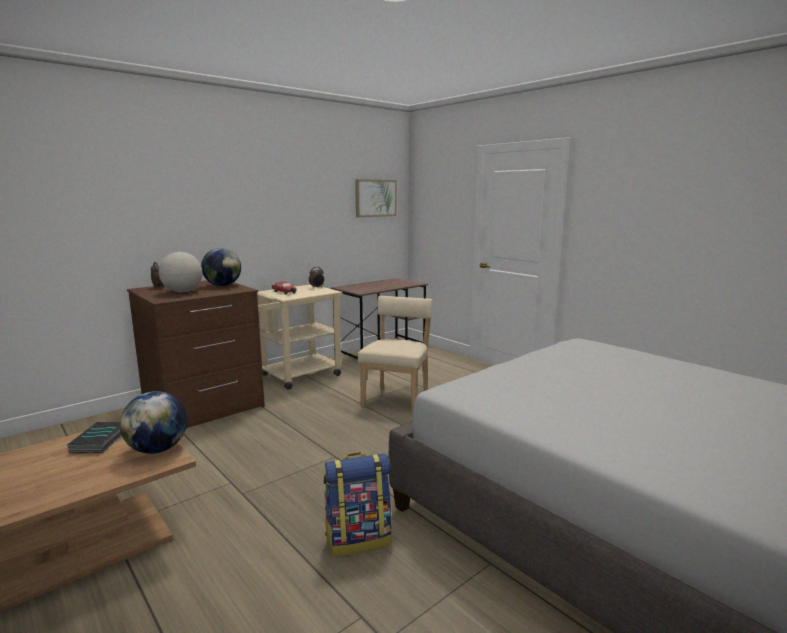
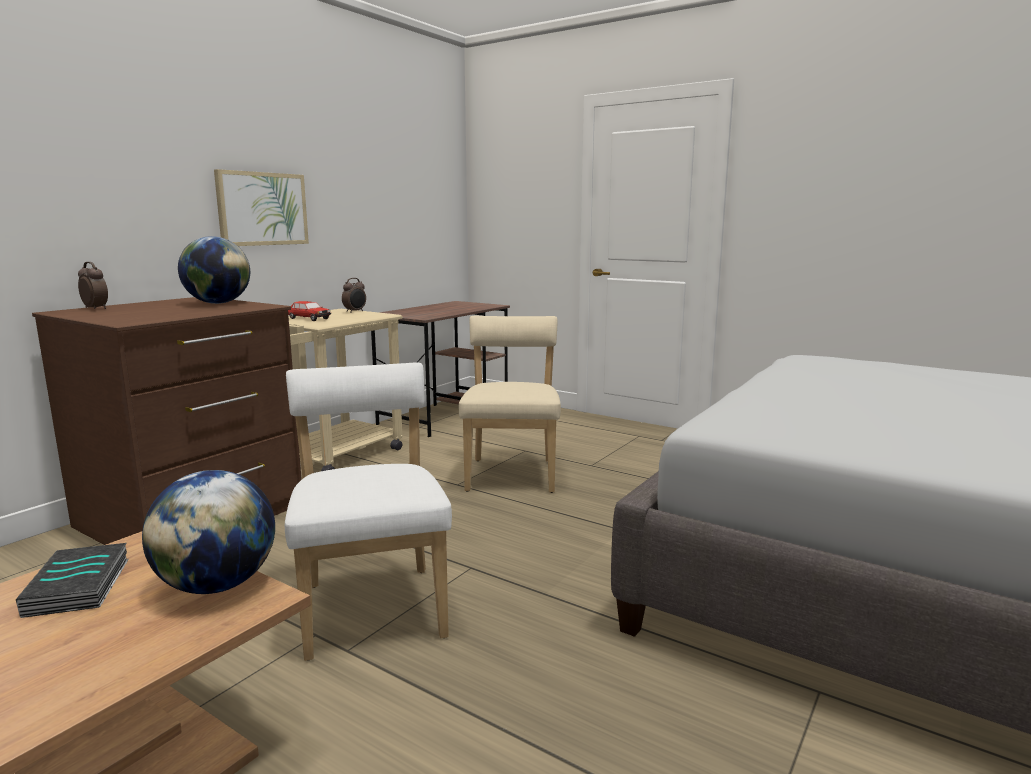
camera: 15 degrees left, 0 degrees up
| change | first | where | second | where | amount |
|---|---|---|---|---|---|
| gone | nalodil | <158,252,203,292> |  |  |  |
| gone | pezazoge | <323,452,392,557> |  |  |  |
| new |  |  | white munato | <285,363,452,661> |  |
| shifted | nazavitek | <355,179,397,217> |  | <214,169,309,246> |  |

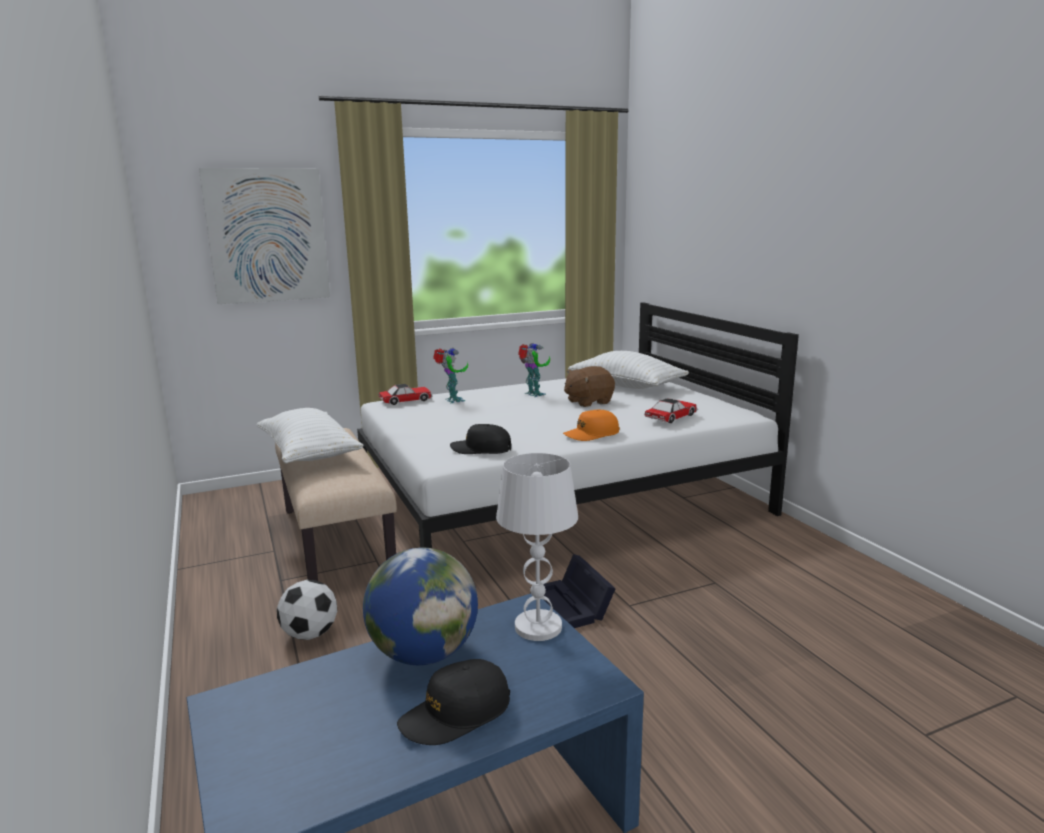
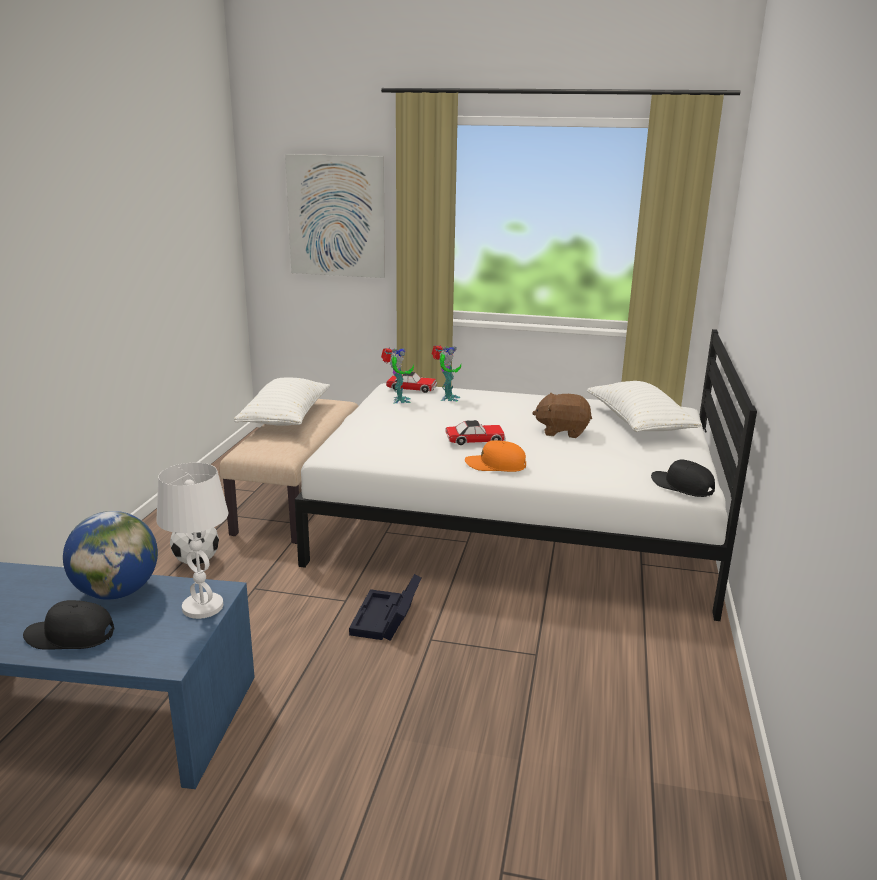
camera: 35 degrees right, 5 degrees up
| change | first | where | second | where | amount |
|---|---|---|---|---|---|
| shifted | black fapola | <450,424,511,454> |  | <651,460,715,497> |  |
| shifted | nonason | <518,343,550,397> |  | <381,348,414,403> |  |
| shifted | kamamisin | <645,399,697,423> |  | <445,420,506,445> |  |

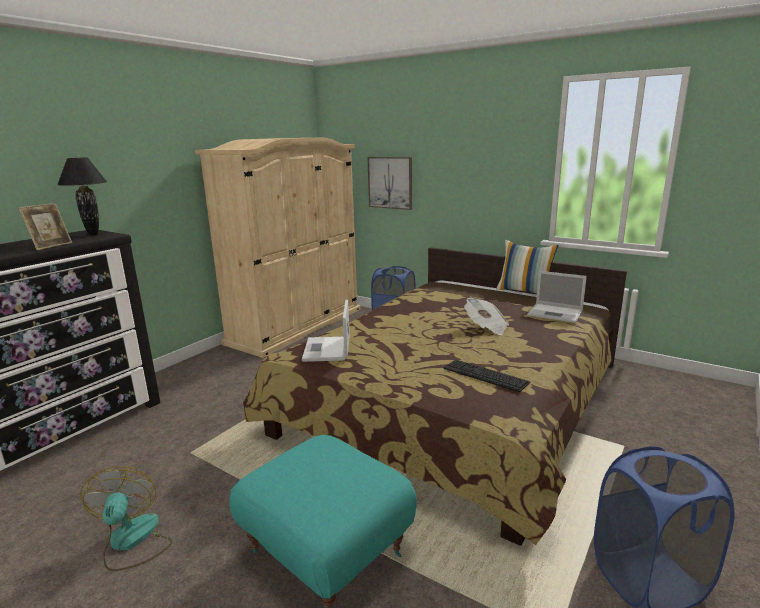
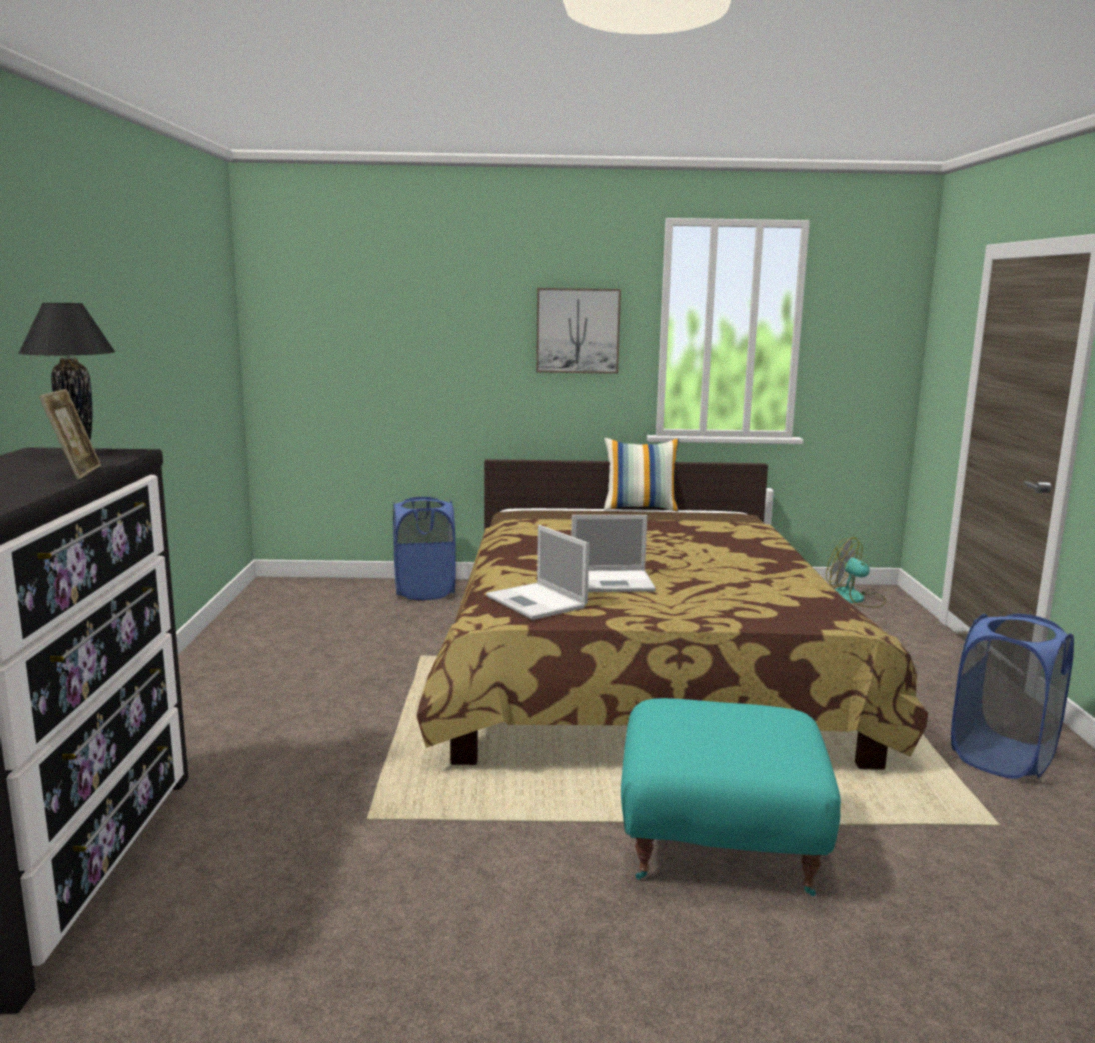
camera: 35 degrees left, 5 degrees down
| change | first | where | second | where | amount |
|---|---|---|---|---|---|
| gone | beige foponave | <195,138,361,358> |  |  |  |
| gone | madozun | <443,360,530,392> |  |  |  |
| gone | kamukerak | <464,298,509,335> |  |  |  |
| shifted | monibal | <80,466,172,571> |  | <826,537,886,608> |  |
| shifted | nazavitek | <367,157,412,210> |  | <536,288,621,374> |  |
| shifted | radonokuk | <527,271,587,323> |  | <571,515,656,592> |  |

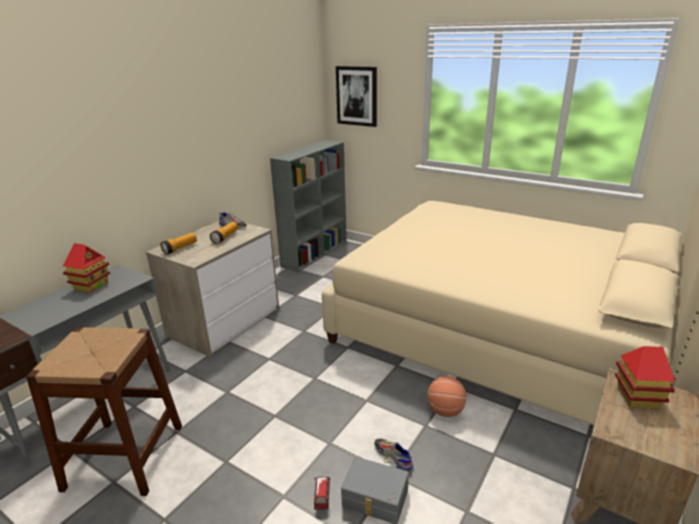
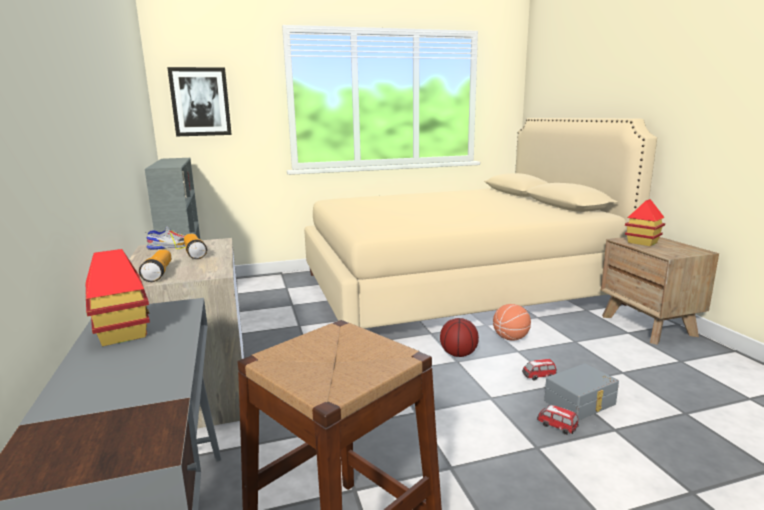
camera: 50 degrees left, 10 degrees down
| change | first | where | second | where | amount |
|---|---|---|---|---|---|
| new |  |  | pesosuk | <440,318,479,357> |  |
| swapped | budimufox | <374,439,413,471> | kamamisin | <522,359,557,381> |  |

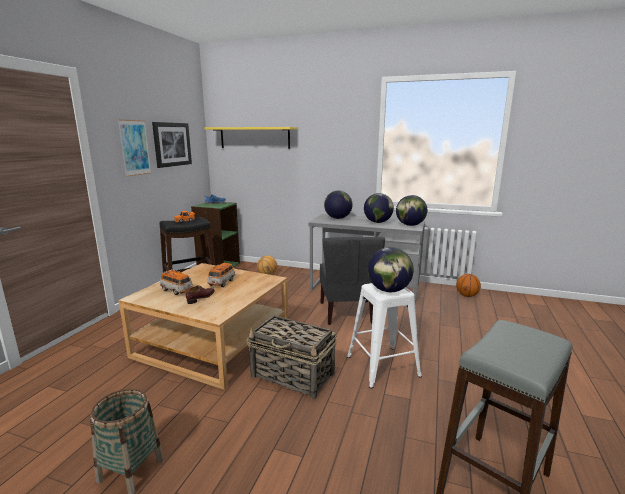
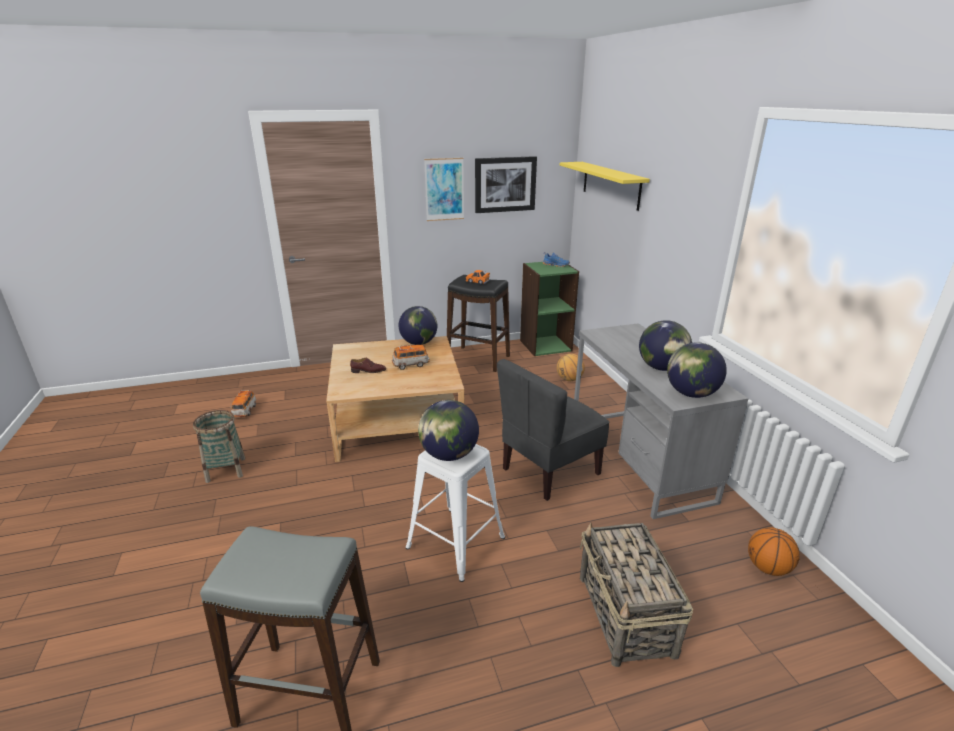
camera: 55 degrees right, 10 degrees up
| change | first | where | second | where | amount |
|---|---|---|---|---|---|
| shifted | kamamisin | <160,269,193,295> |  | <230,390,256,417> |  |
| shifted | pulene | <246,316,337,399> |  | <580,523,693,667> |  |
| shifted | nalodil | <324,191,353,219> |  | <399,306,437,345> |  |

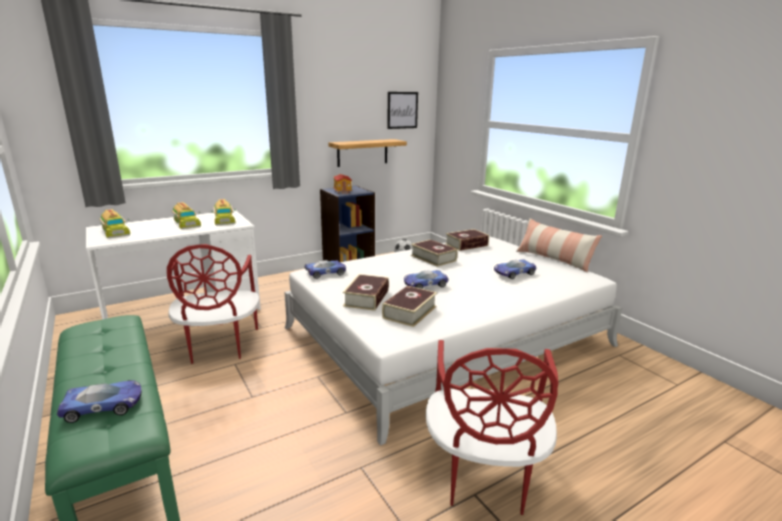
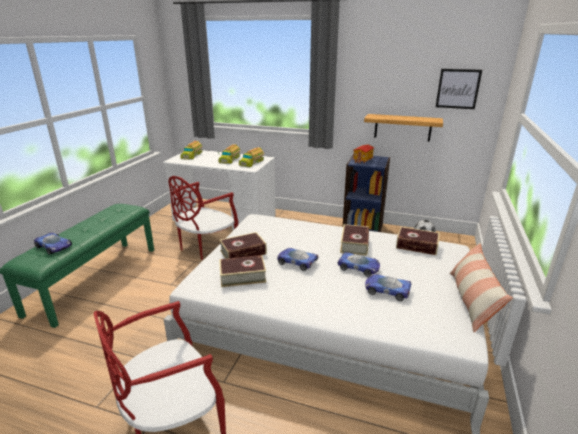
camera: 50 degrees right, 5 degrees up
| change | first | where | second | where | amount |
|---|---|---|---|---|---|
| shifted | kamamisin | <304,260,346,279> |  | <337,252,380,277> |  |

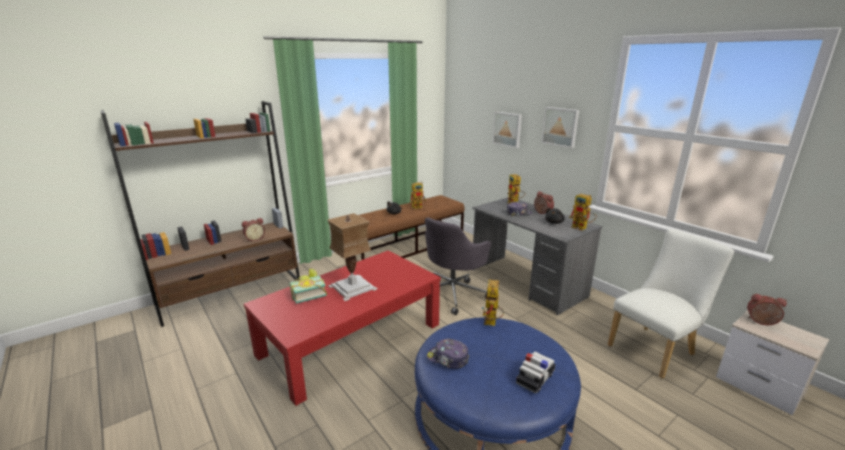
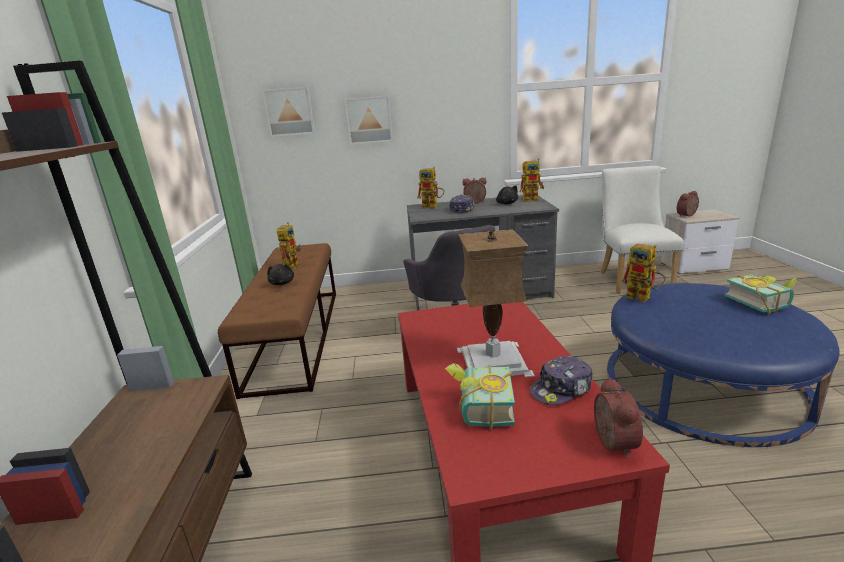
camera: 55 degrees left, 0 degrees up
| change | first | where | second | where | amount |
|---|---|---|---|---|---|
| shifted | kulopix | <242,218,265,242> |  | <594,377,643,458> |  |
| shifted | fapola | <427,339,469,369> |  | <530,356,592,405> |  |
| shifted | nazavitek | <541,107,579,148> |  | <262,87,315,137> |  |
| swapped | kamamisin | <516,352,556,394> | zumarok | <724,274,797,314> |  |

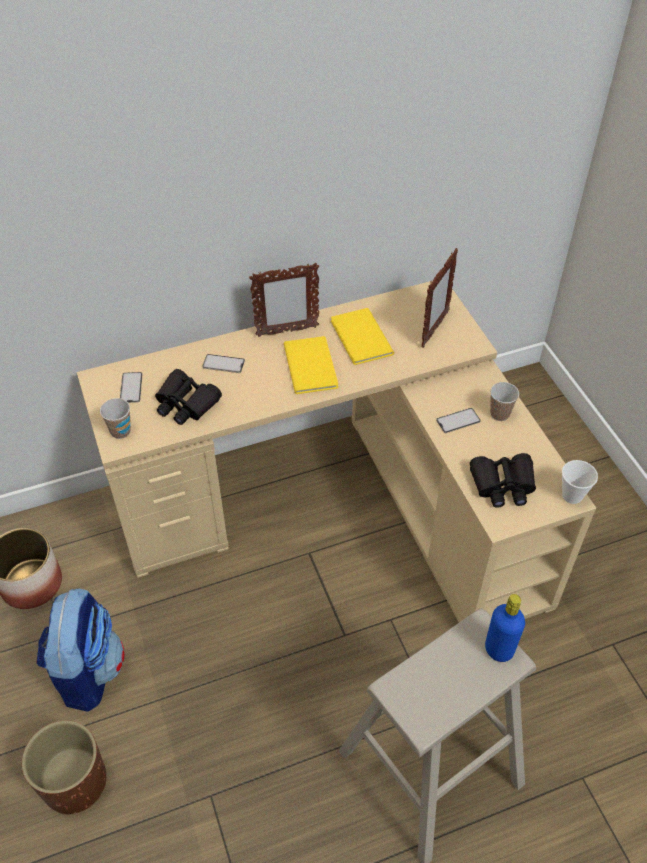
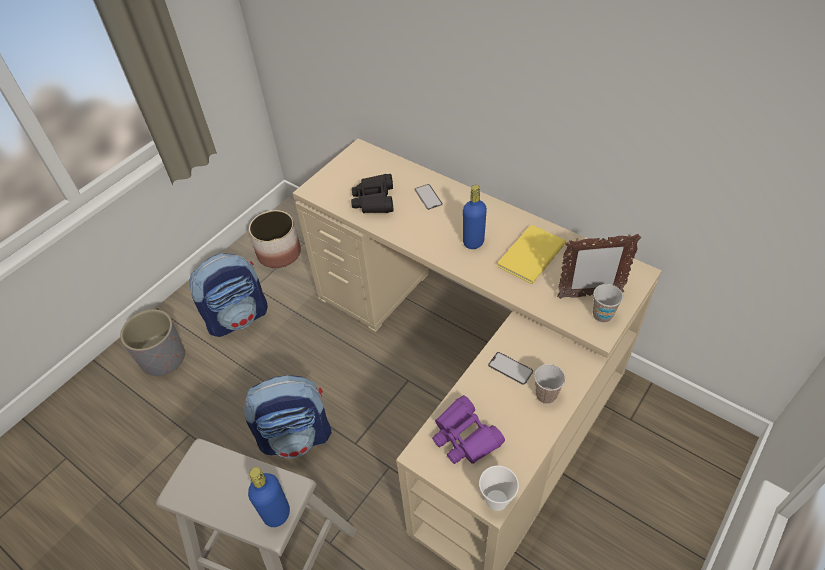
camera: 60 degrees right, 0 degrees up
| change | first | where | second | where | amount |
|---|---|---|---|---|---|
| gone | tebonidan | <120,372,142,403> |  |  |  |
| gone | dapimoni | <249,263,319,337> |  |  |  |
| new |  |  | pezazoge | <244,375,331,458> |  |
| shifted | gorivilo | <100,398,131,439> |  | <593,284,623,323> |  |
| swapped | yellow zumarok | <284,336,338,394> | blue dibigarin | <463,185,487,249> |  |
| repainted | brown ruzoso | <22,721,106,815> | grey ruzoso | <120,309,185,376> |  |
| repainted | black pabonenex | <470,453,536,508> | purple pabonenex | <432,395,505,464> |  |

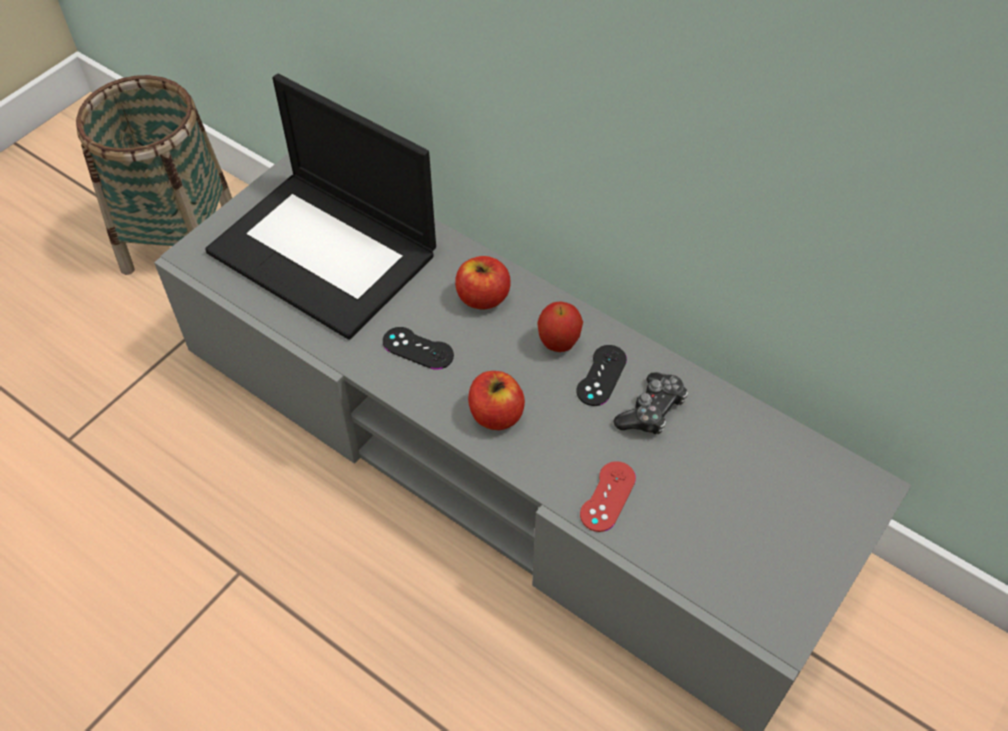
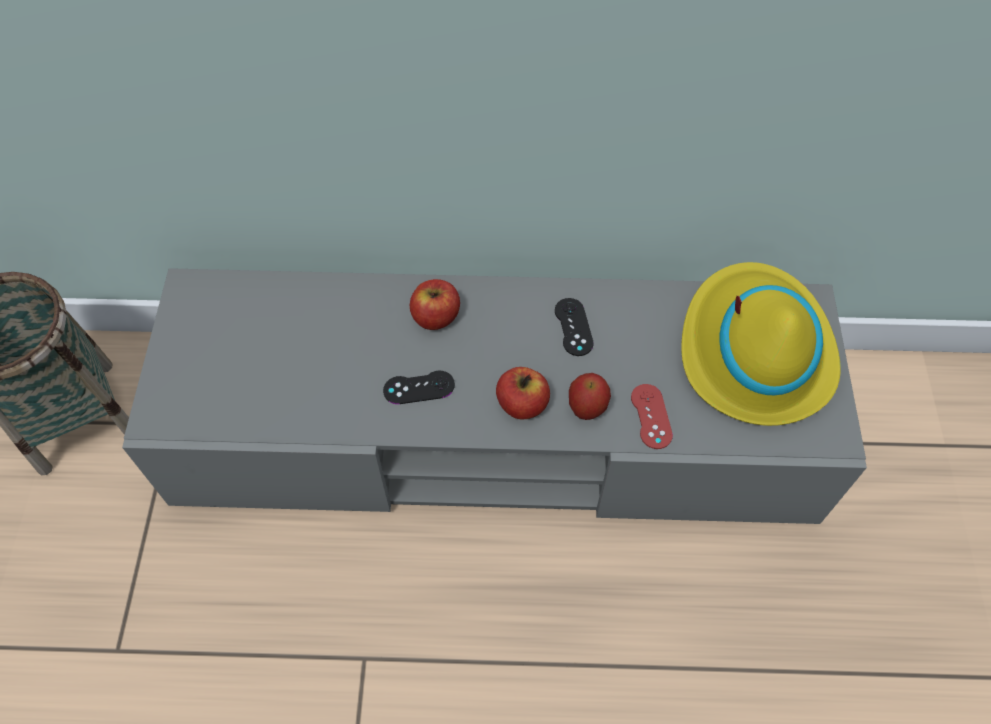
camera: 35 degrees left, 5 degrees up
| change | first | where | second | where | amount |
|---|---|---|---|---|---|
| gone | radonokuk | <205,74,436,340> |  |  |  |
| gone | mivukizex | <613,372,688,434> |  |  |  |
| new |  |  | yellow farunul | <681,262,840,426> |  |
| shifted | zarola | <537,301,583,352> |  | <569,373,611,420> |  |

